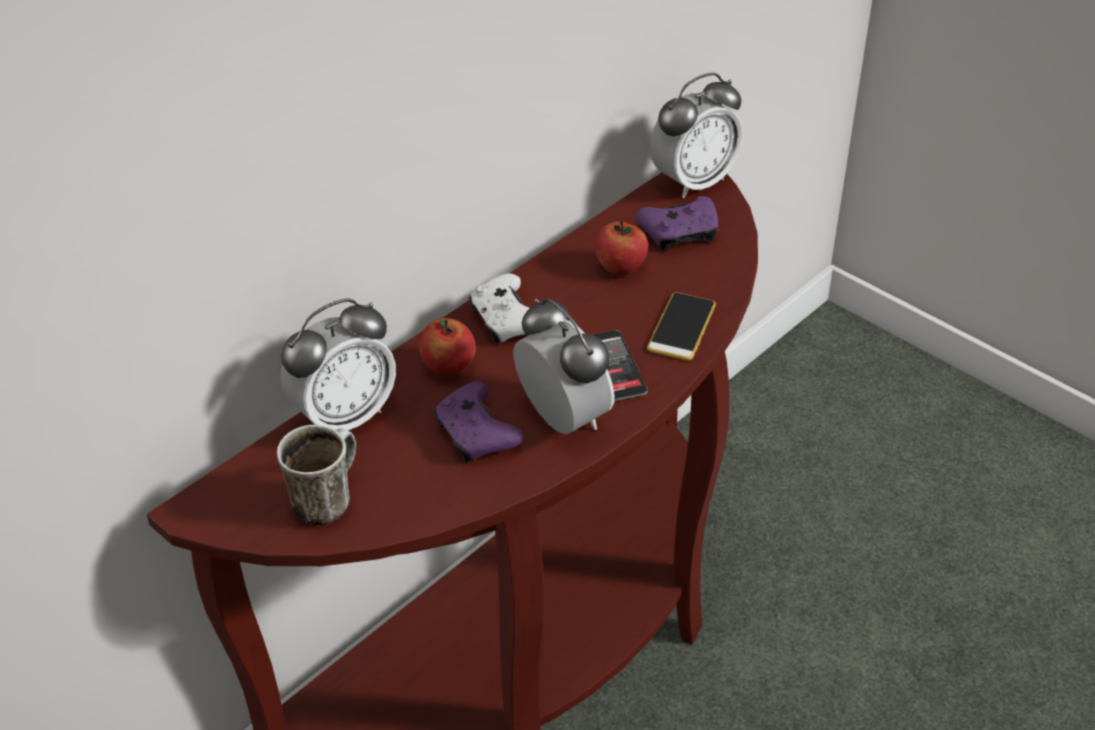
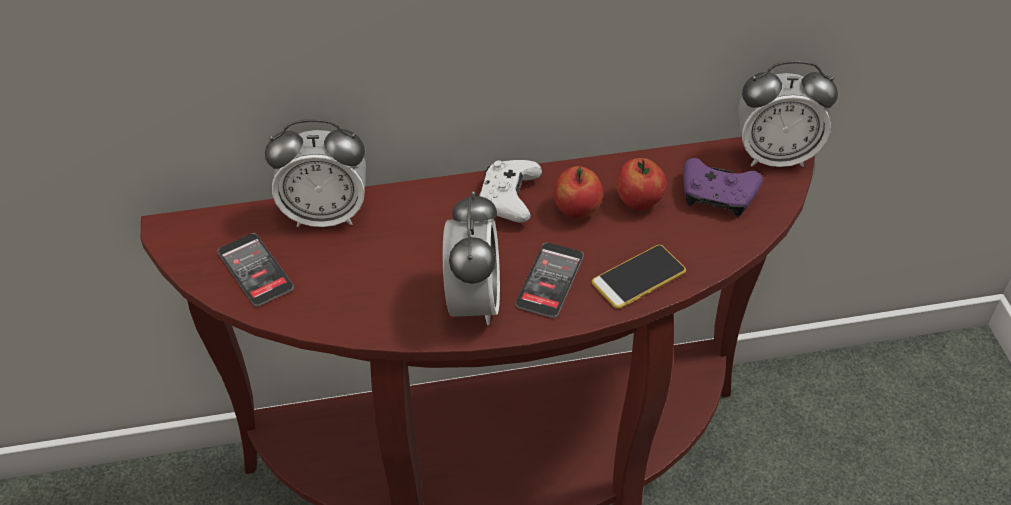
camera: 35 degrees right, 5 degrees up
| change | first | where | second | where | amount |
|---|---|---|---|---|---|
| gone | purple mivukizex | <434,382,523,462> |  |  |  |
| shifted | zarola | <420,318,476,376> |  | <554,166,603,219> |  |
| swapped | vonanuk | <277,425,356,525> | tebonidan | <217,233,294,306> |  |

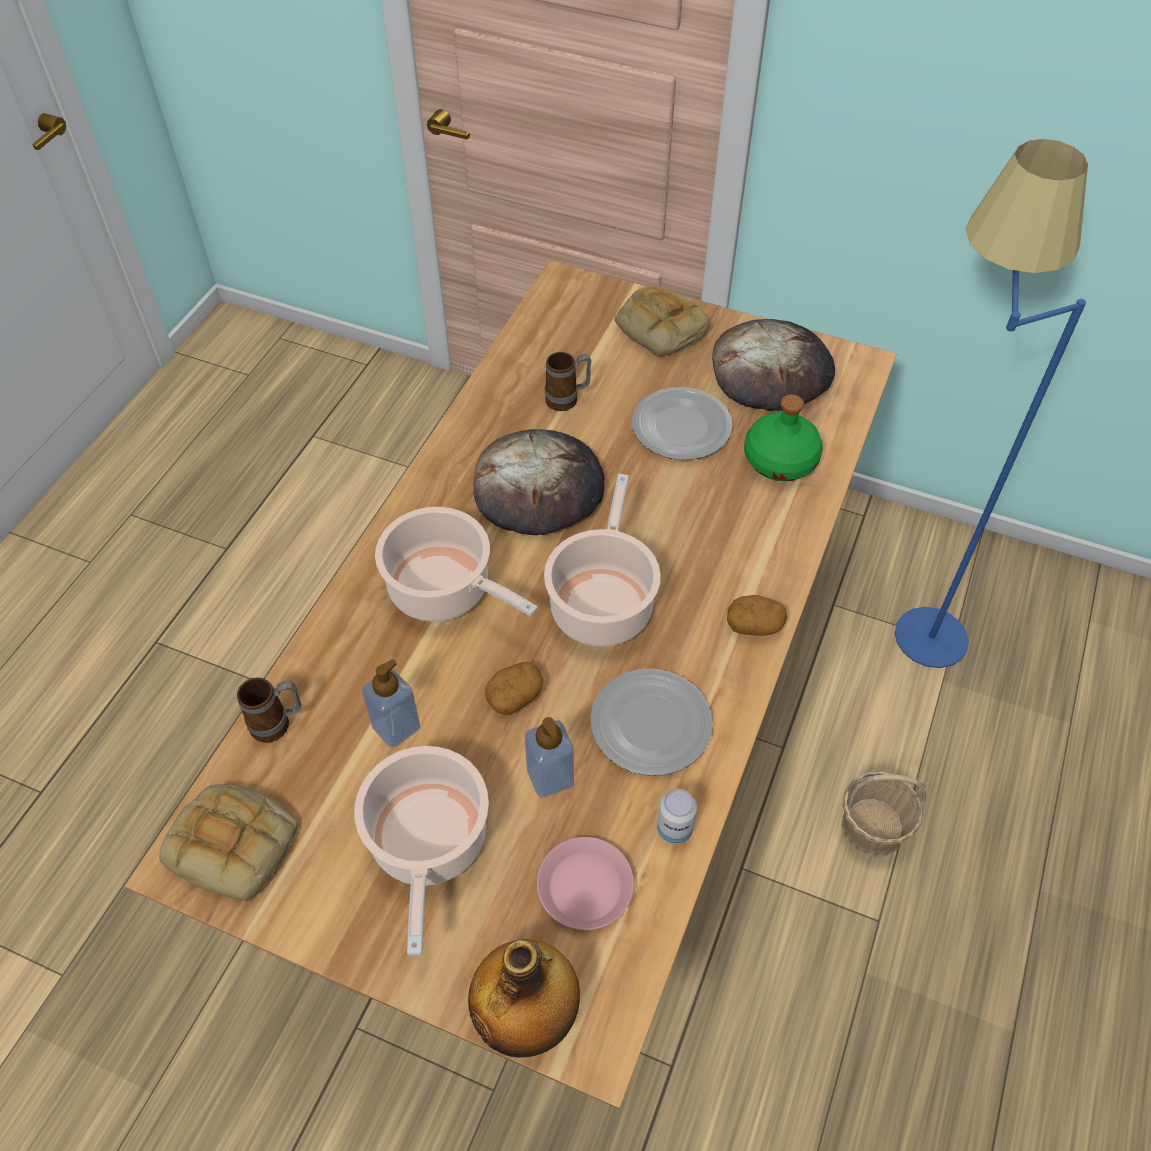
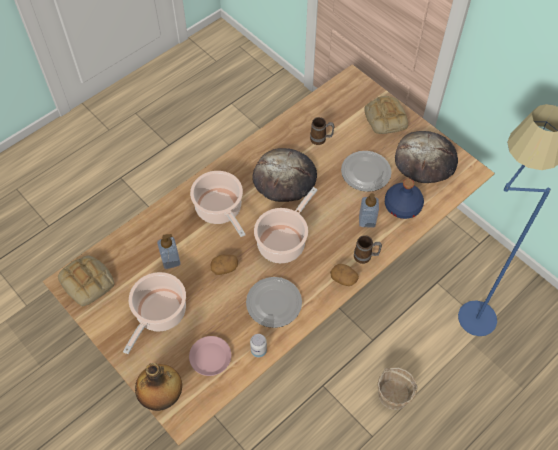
camera: 25 degrees right, 5 degrees up
| change | first | where | second | where | amount |
|---|---|---|---|---|---|
| shifted | vonanuk | <237,677,301,743> |  | <354,235,382,264> |  |
| shifted | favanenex | <525,717,574,797> |  | <359,193,379,228> |  |
| repainted | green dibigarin | <744,394,823,481> | blue dibigarin | <385,178,424,219> |  |

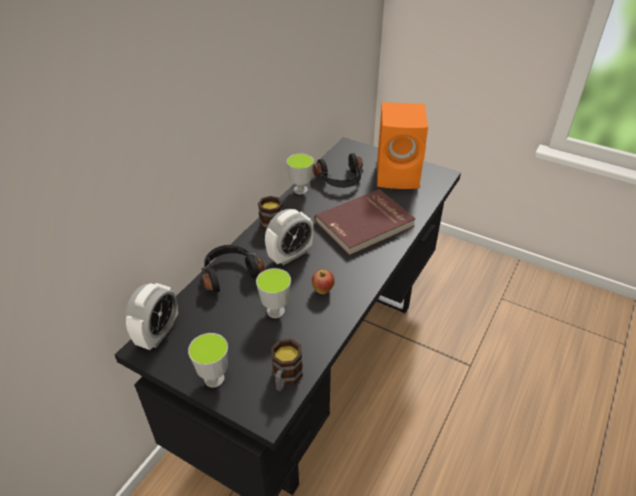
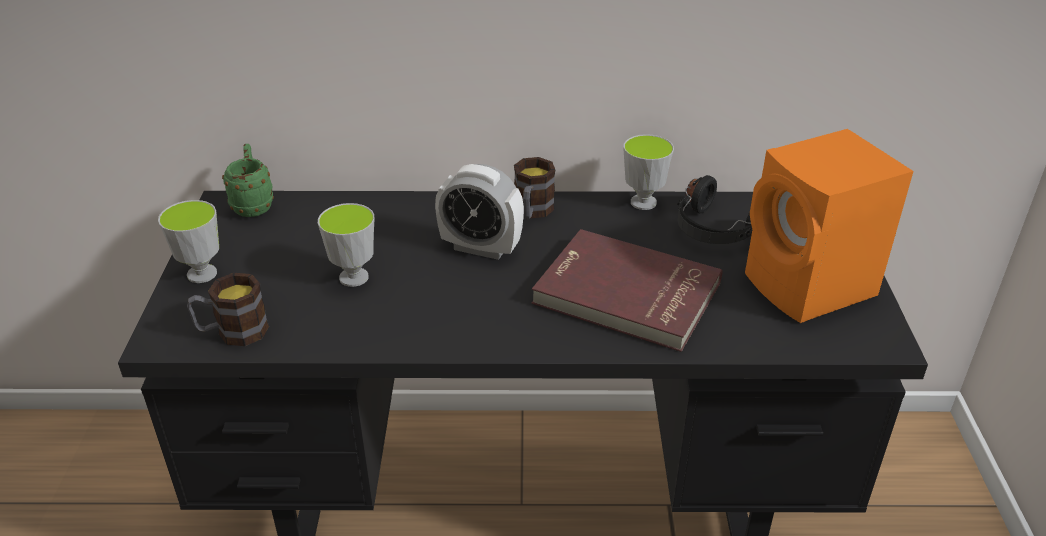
camera: 60 degrees right, 5 degrees down
| change | first | where | second | where | amount |
|---|---|---|---|---|---|
| gone | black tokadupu | <202,245,265,293> |  |  |  |
| gone | zarola | <312,269,335,294> |  |  |  |
| swapped | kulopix | <125,283,178,350> | green vonanuk | <222,144,274,217> |  |

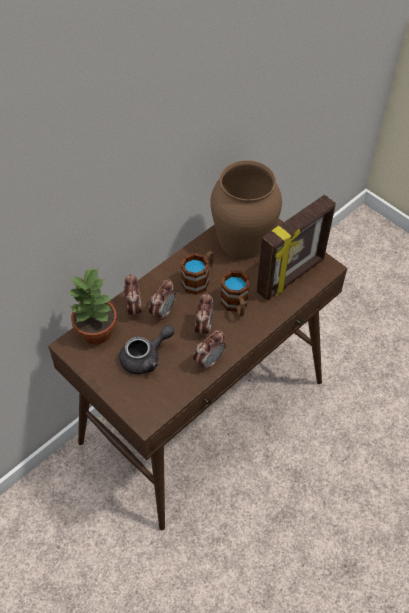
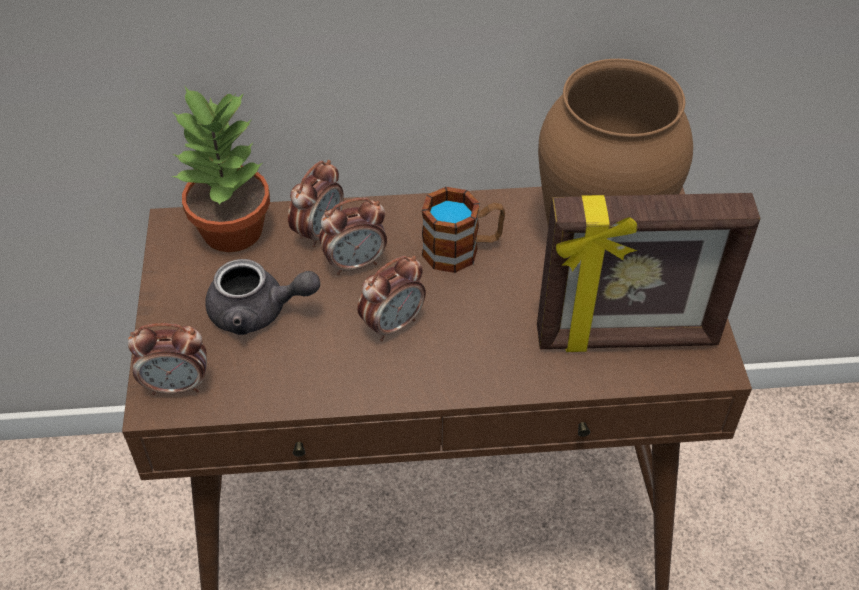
camera: 40 degrees right, 5 degrees down
| change | first | where | second | where | amount |
|---|---|---|---|---|---|
| gone | vonanuk | <221,270,250,317> |  |  |  |
| shifted | kulopix | <193,330,226,371> |  | <128,323,207,395> |  |

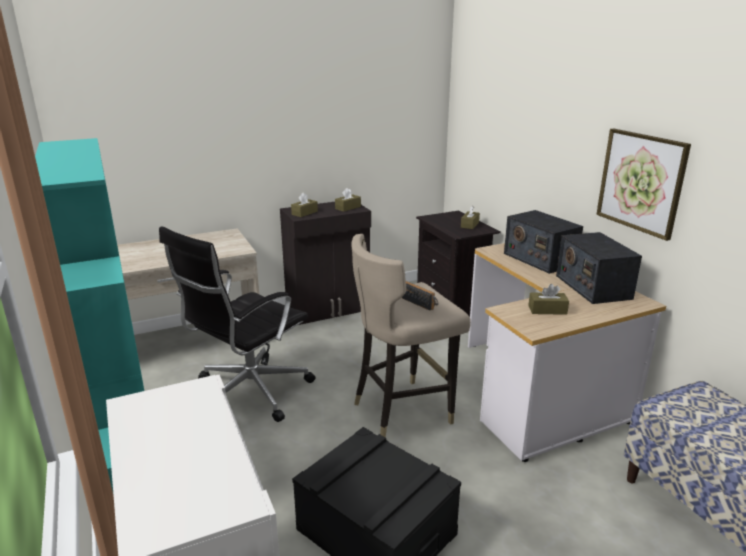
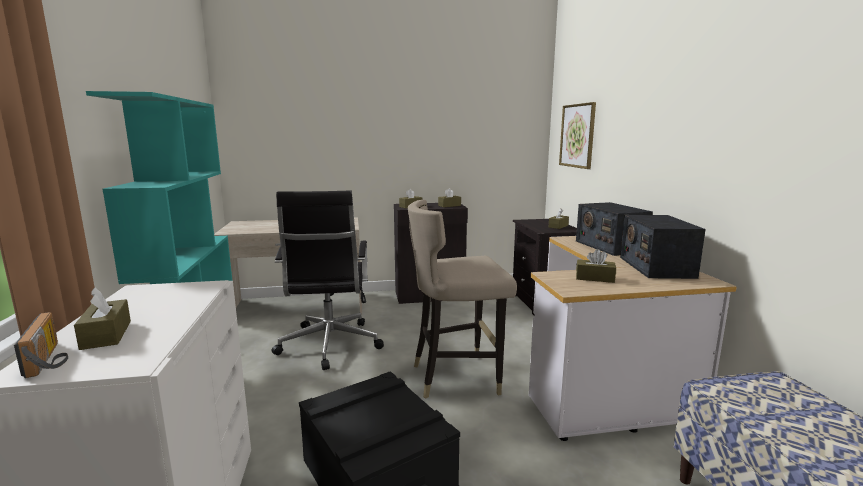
camera: 15 degrees right, 10 degrees down
| change | first | where | second | where | amount |
|---|---|---|---|---|---|
| new |  |  | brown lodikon | <74,287,131,350> |  |
| shifted | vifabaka | <402,281,438,311> |  | <14,312,68,378> |  |
| shifted | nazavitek | <596,129,691,241> |  | <559,102,596,169> |  |
| rotated | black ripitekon | <159,226,315,422> |  | <272,191,384,370> | 60 degrees counterclockwise |

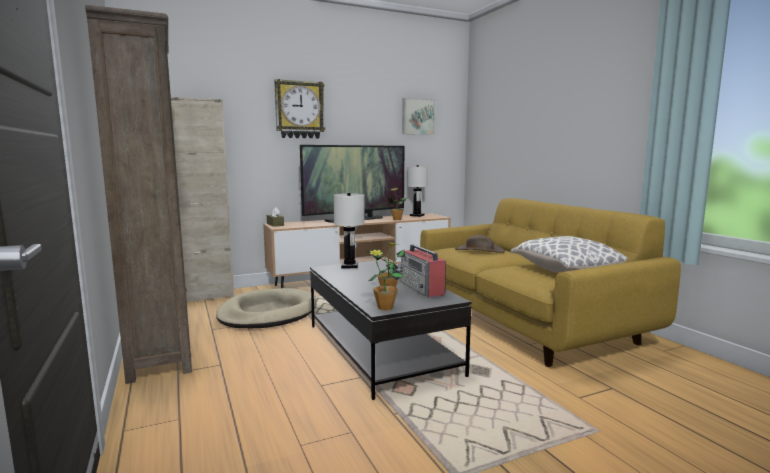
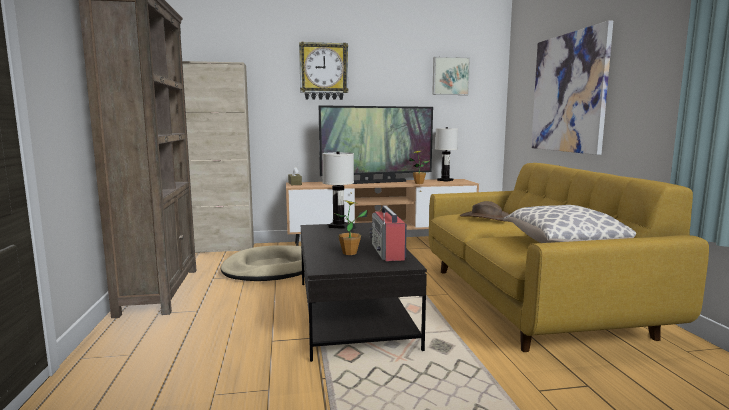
camera: 15 degrees right, 0 degrees up
| change | first | where | second | where | amount |
|---|---|---|---|---|---|
| gone | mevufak | <368,249,404,310> |  |  |  |
| new |  |  | nazavitek | <531,20,613,155> |  |

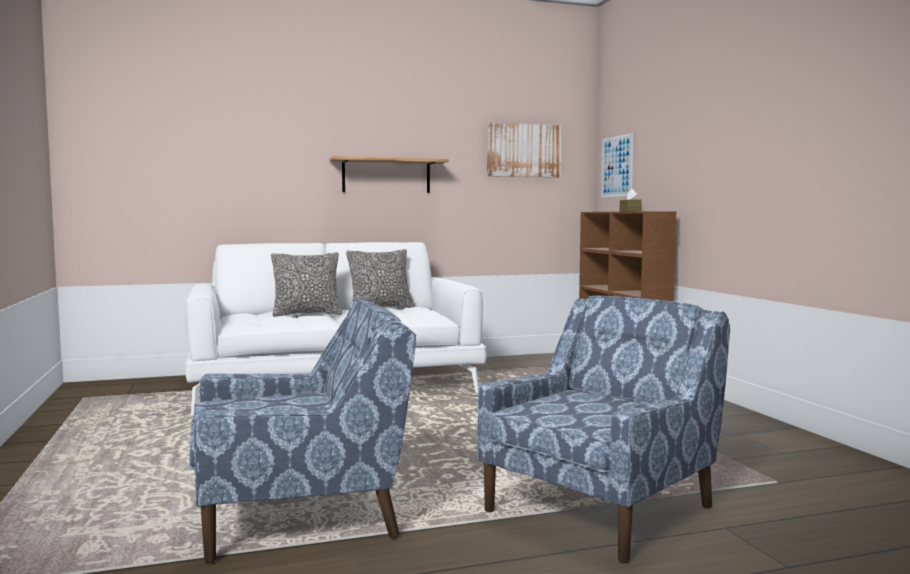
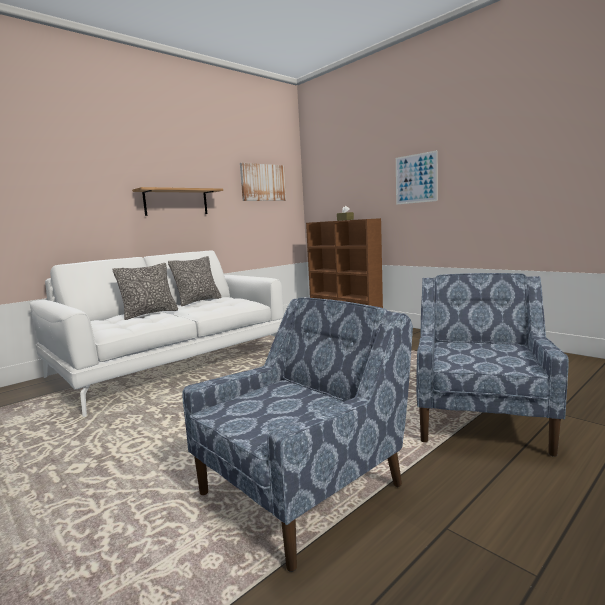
camera: 25 degrees left, 5 degrees up
| change | first | where | second | where | amount |
|---|---|---|---|---|---|
| shifted | nazavitek | <601,133,633,197> |  | <396,150,438,205> |  |

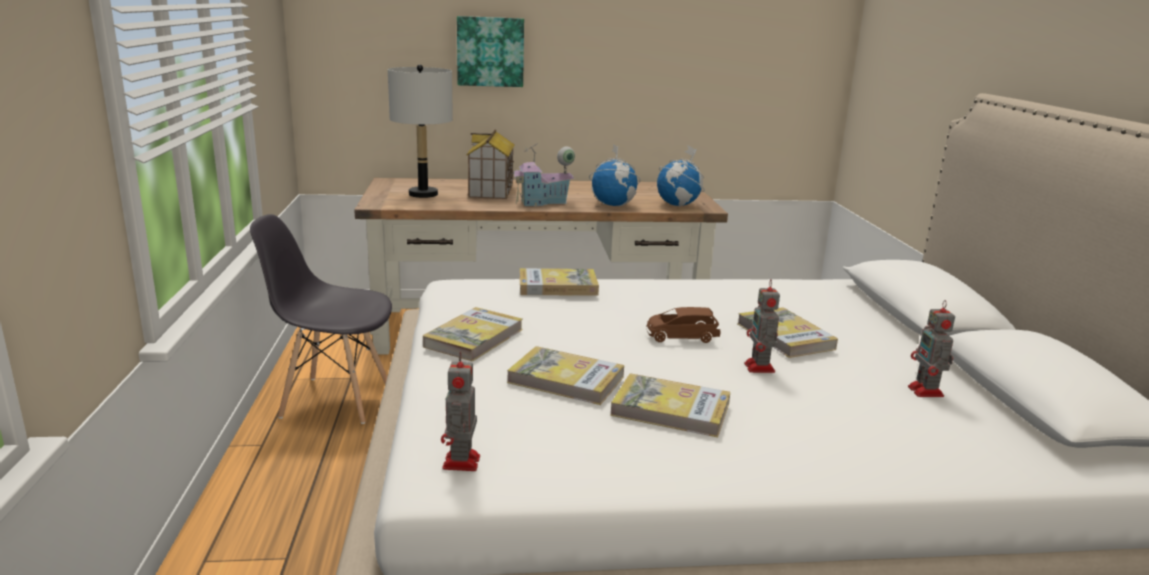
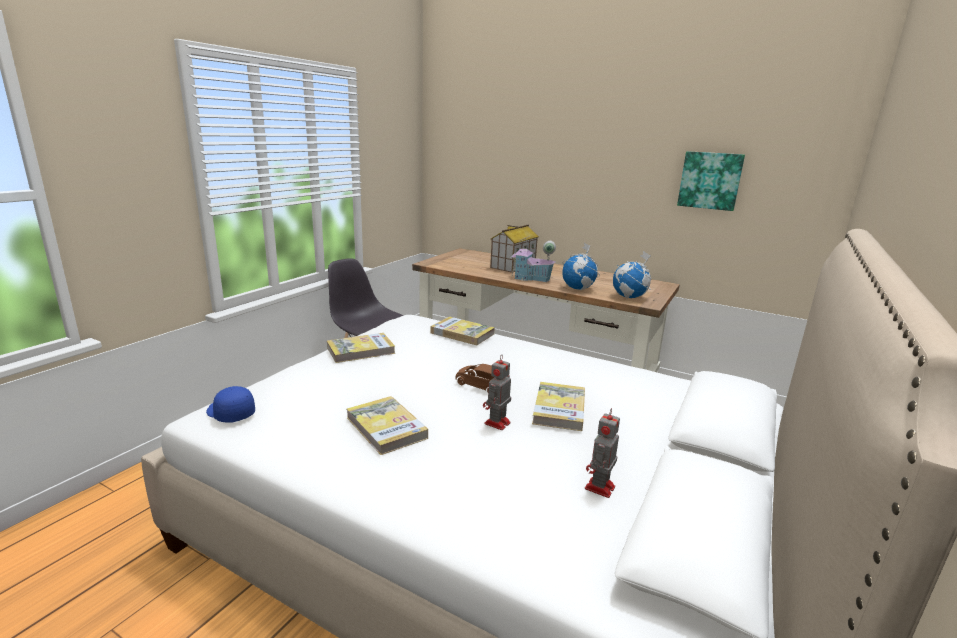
camera: 35 degrees right, 0 degrees up
| change | first | where | second | where | amount |
|---|---|---|---|---|---|
| gone | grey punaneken | <388,64,453,198> |  |  |  |
| gone | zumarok | <507,346,624,405> |  |  |  |
| shifted | nazavitek | <457,16,524,87> |  | <677,151,745,211> |  |
| swapped | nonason | <441,352,480,471> | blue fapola | <206,386,255,423> |  |

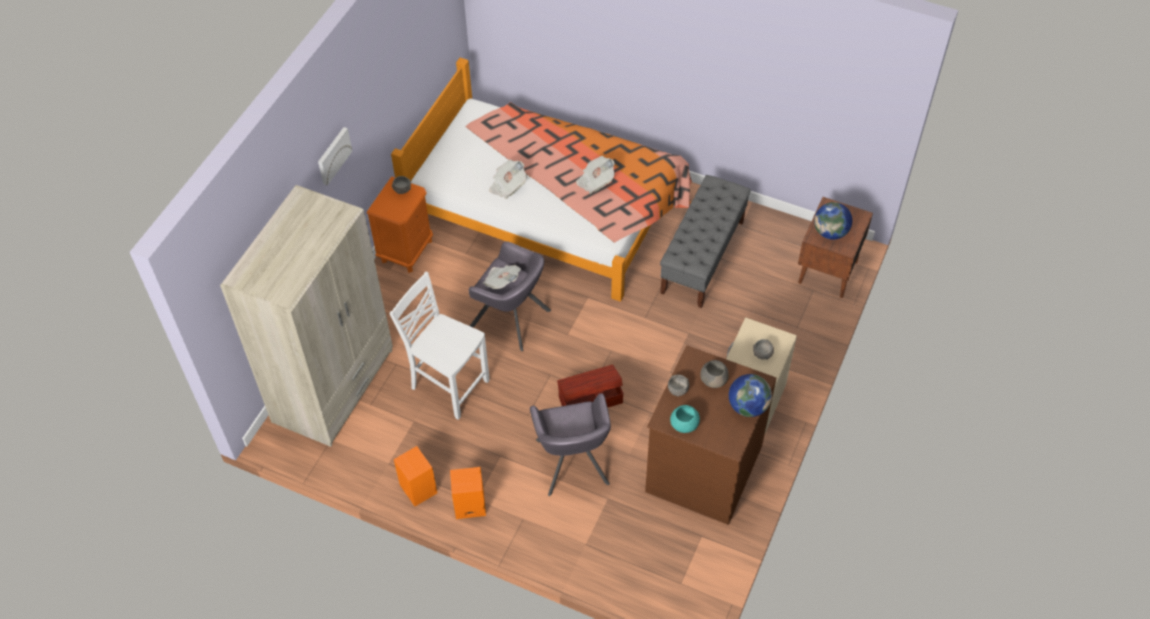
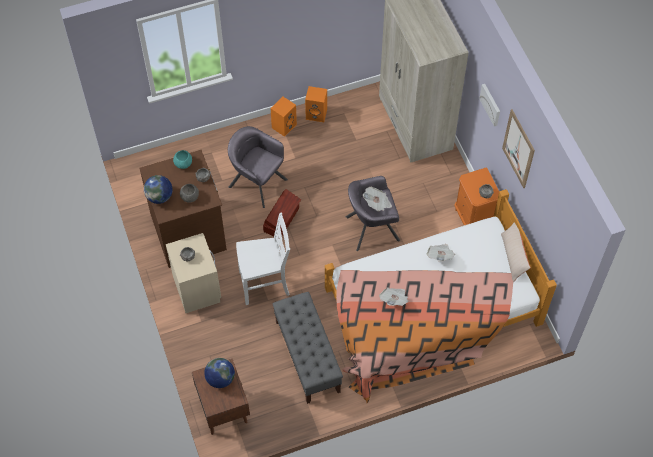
camera: 135 degrees right, 5 degrees up
| change | first | where | second | where | amount |
|---|---|---|---|---|---|
| new |  |  | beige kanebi | <501,223,531,282> |  |
| new |  |  | nazavitek | <502,109,535,188> |  |
| shifted | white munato | <389,271,490,420> |  | <236,213,290,305> |  |

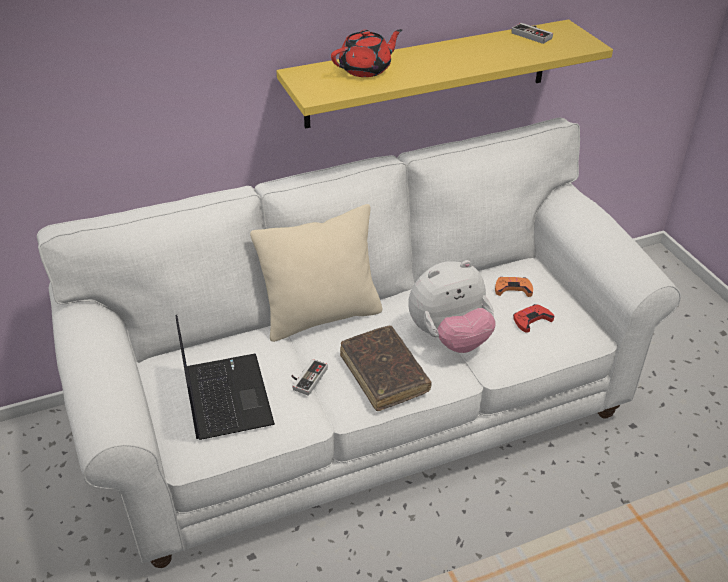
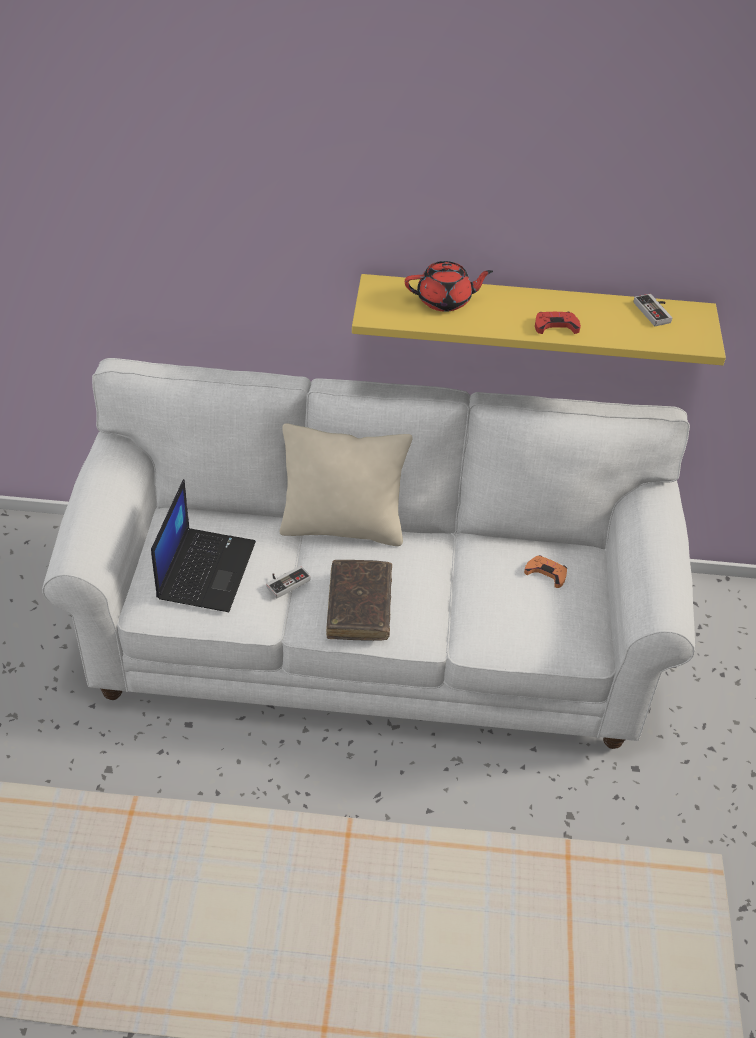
camera: 25 degrees right, 5 degrees up
| change | first | where | second | where | amount |
|---|---|---|---|---|---|
| gone | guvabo | <408,260,495,353> |  |  |  |
| shifted | red mivukizex | <513,304,554,333> |  | <535,312,581,334> |  |

